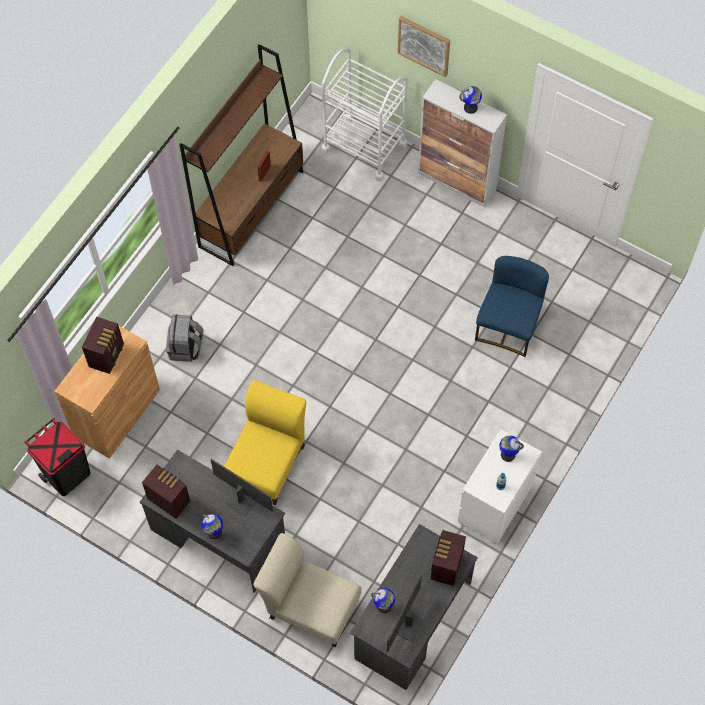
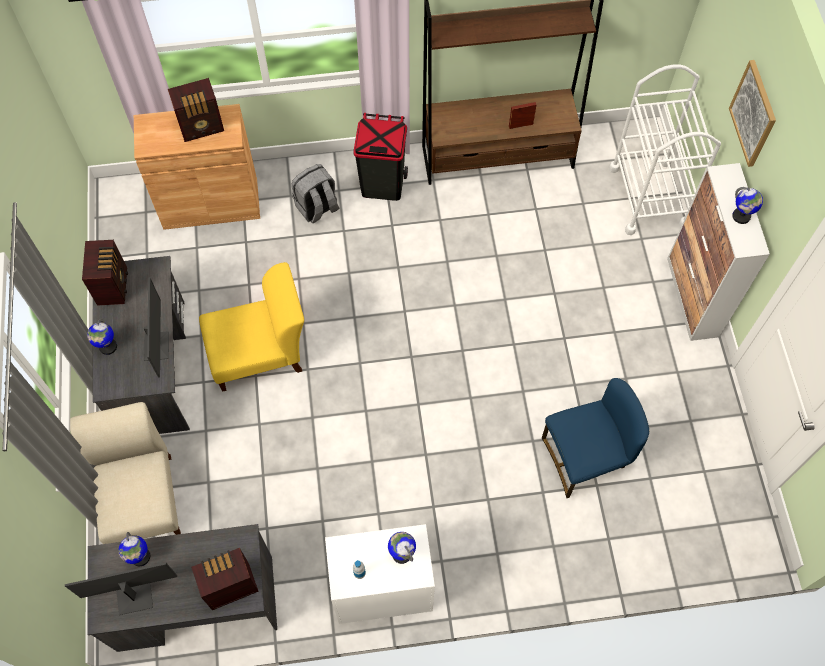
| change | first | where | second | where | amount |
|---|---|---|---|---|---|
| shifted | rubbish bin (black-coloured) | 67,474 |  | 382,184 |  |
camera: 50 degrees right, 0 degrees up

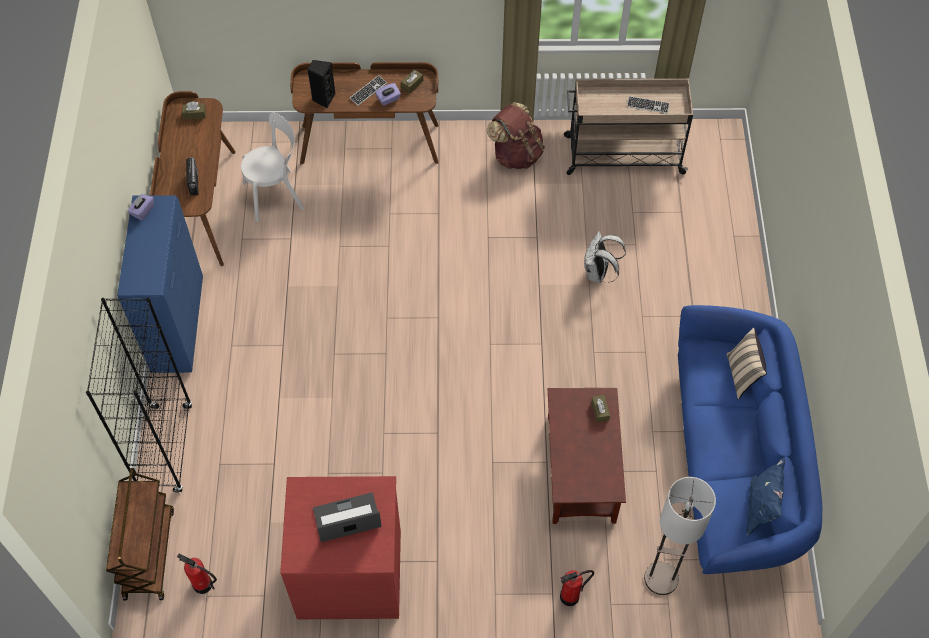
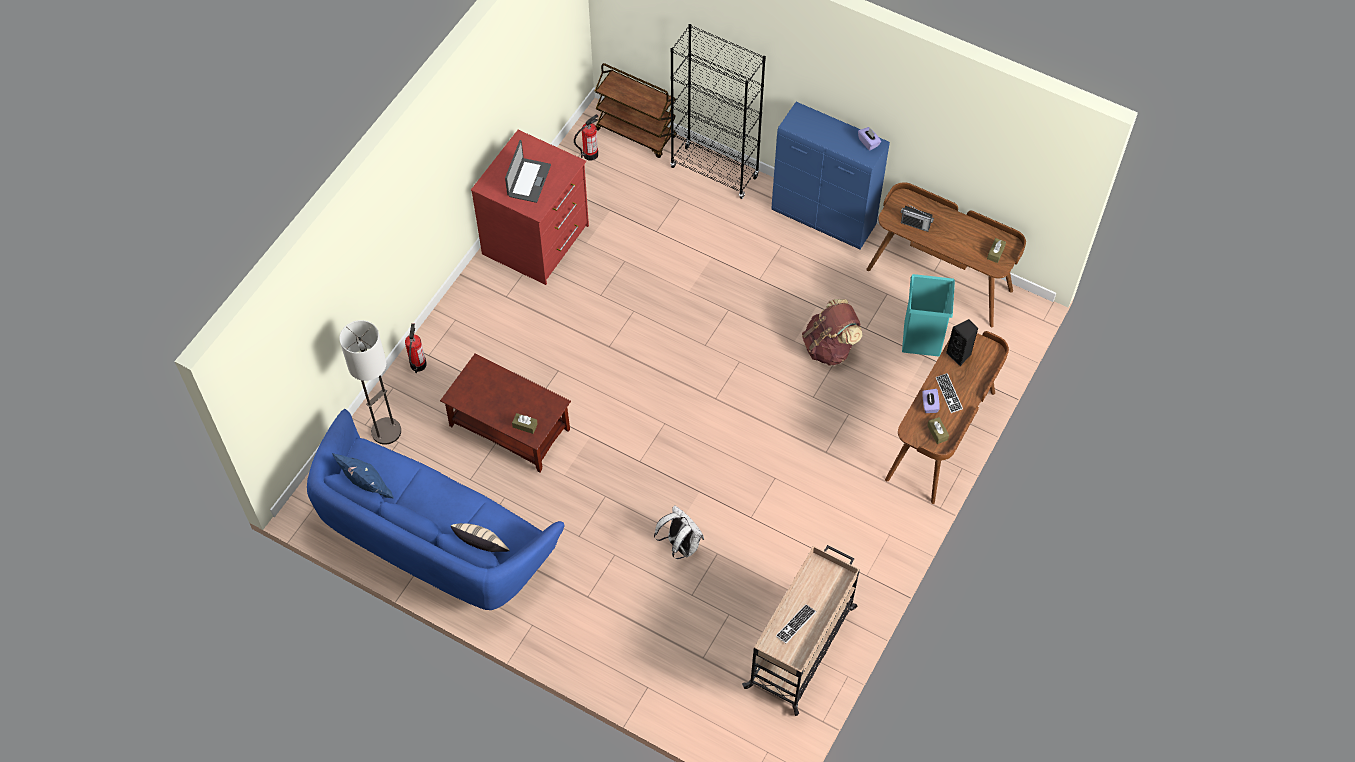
| change | first | where | second | where | amount |
|---|---|---|---|---|---|
| swapped | upright chair (white-coloured) | 276,194 | rubbish bin (turquoise-coloured) | 921,338 |  |
| shifted | backpack (brown-coloured) | 516,154 |  | 829,347 |  |
camera: 120 degrees right, 0 degrees up

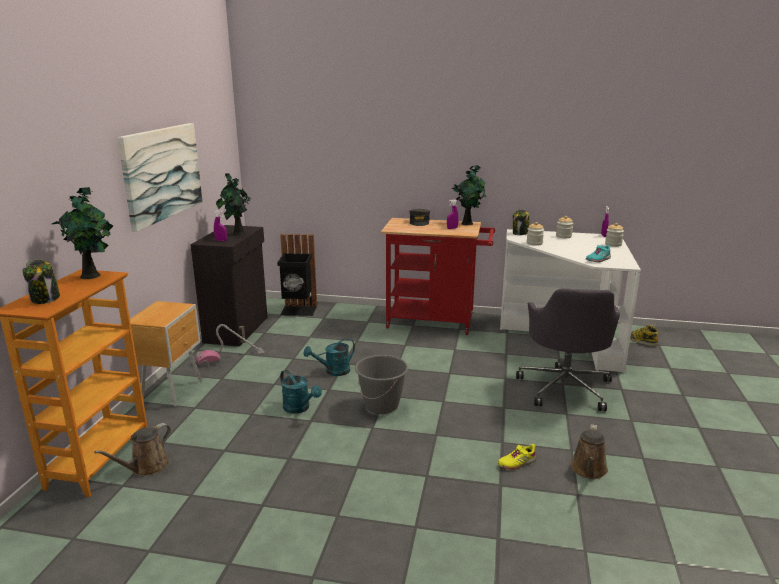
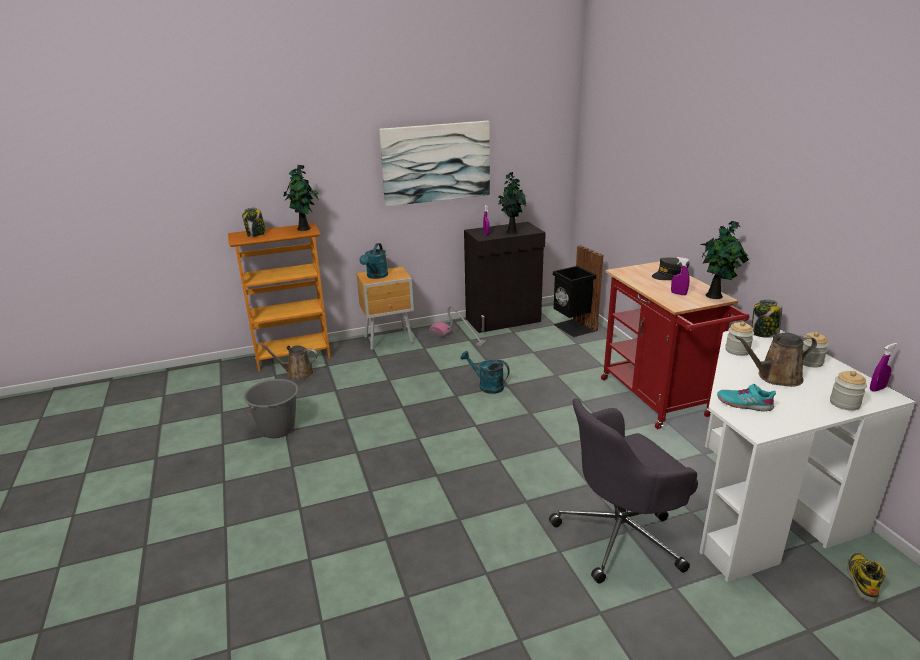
| change | first | where | second | where | amount |
|---|---|---|---|---|---|
| shifted | watering can (turquoise-coloured) | 299,408 |  | 375,276 |  |
| shifted | pail (greyish) | 382,405 |  | 277,429 |  |
| gone | shoe (yellowish) | 516,463 |  |  |  |
| shifted | watering can (brown-coloured) | 588,470 |  | 775,377 |  |
camera: 60 degrees right, 5 degrees up

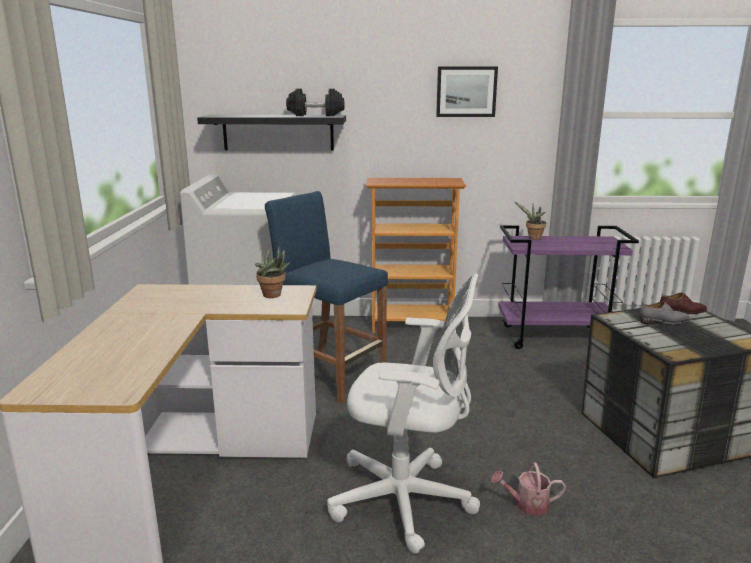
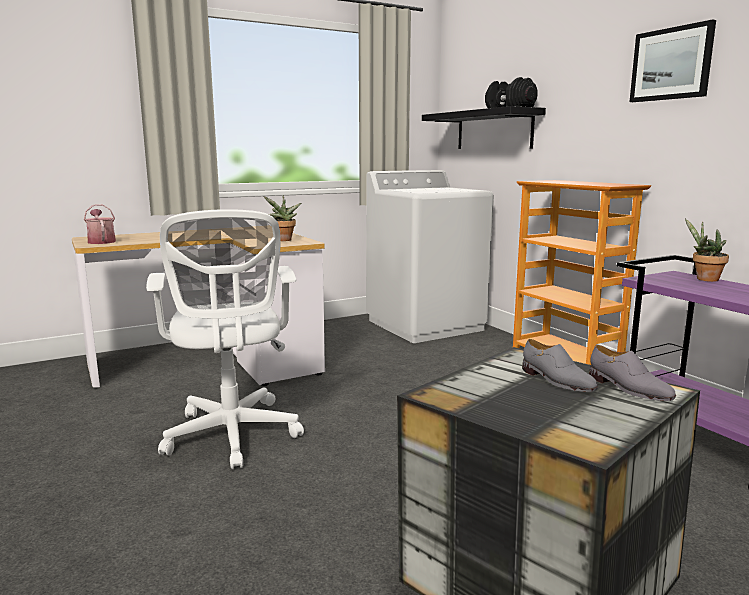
| change | first | where | second | where | amount |
|---|---|---|---|---|---|
| gone | stool seat (blue) | 331,375 |  |  |  |
| shifted | watering can | 526,505 |  | 101,241 |  |
| repainted | shoe (brown-coloured) | 682,312 | shoe (greyish) | 628,388 |  |
camera: 60 degrees right, 5 degrees down

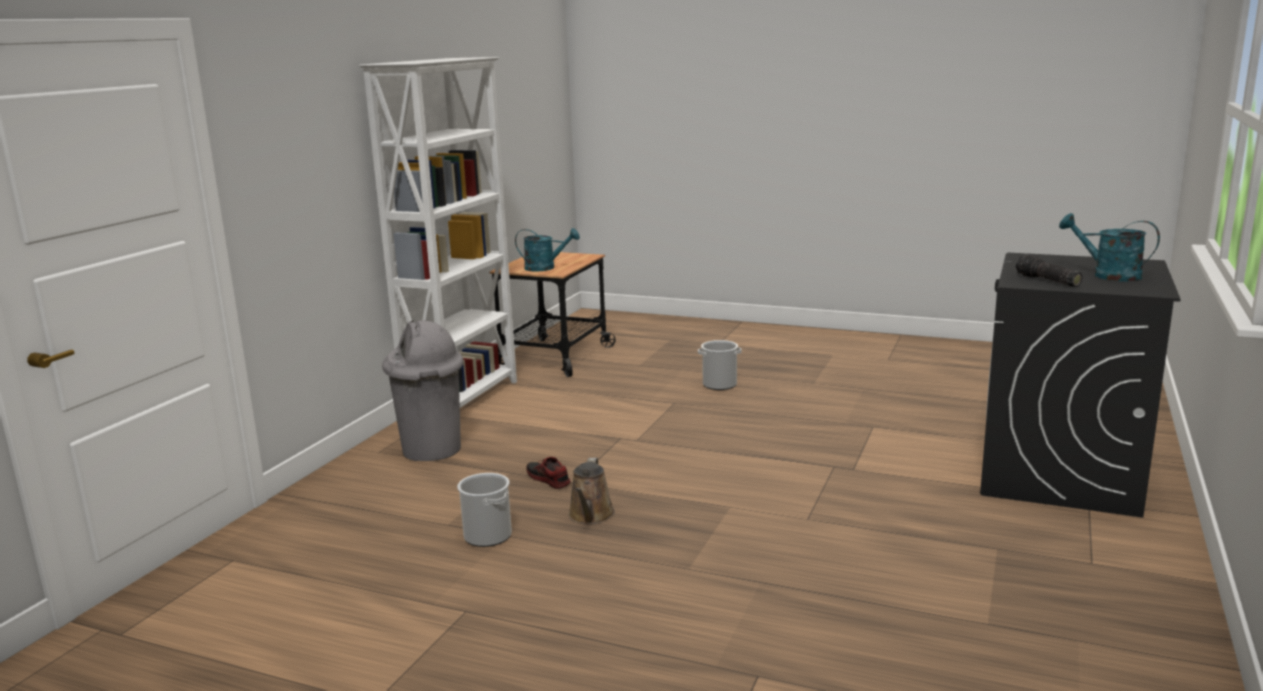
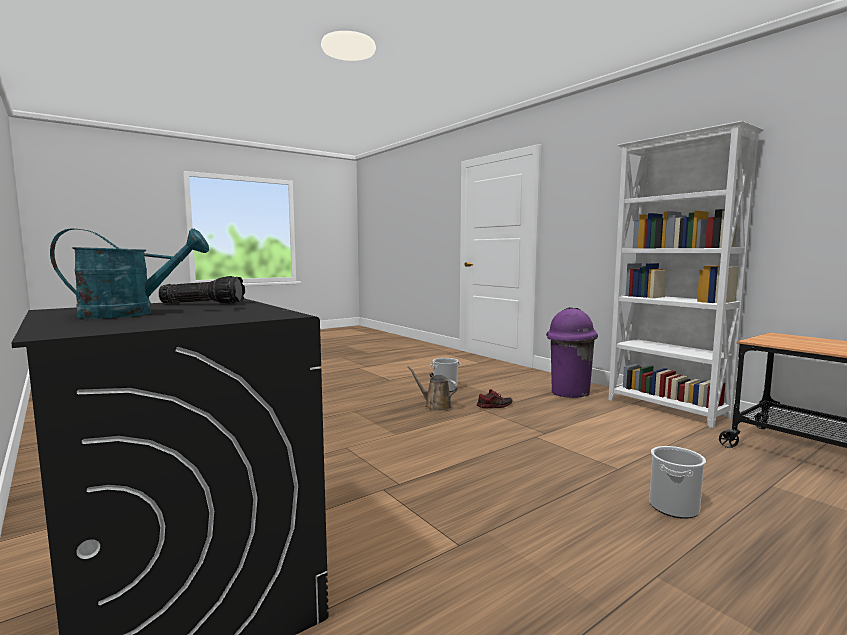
| change | first | where | second | where | amount |
|---|---|---|---|---|---|
| repainted | rubbish bin (greyish) | 432,450 | rubbish bin (purple) | 569,393 |  |
| gone | watering can (turquoise-coloured) | 545,268 |  |  |  |
camera: 120 degrees right, 10 degrees down

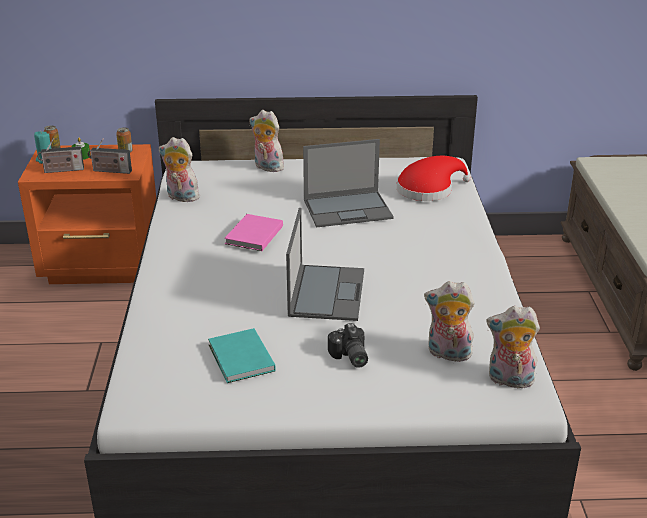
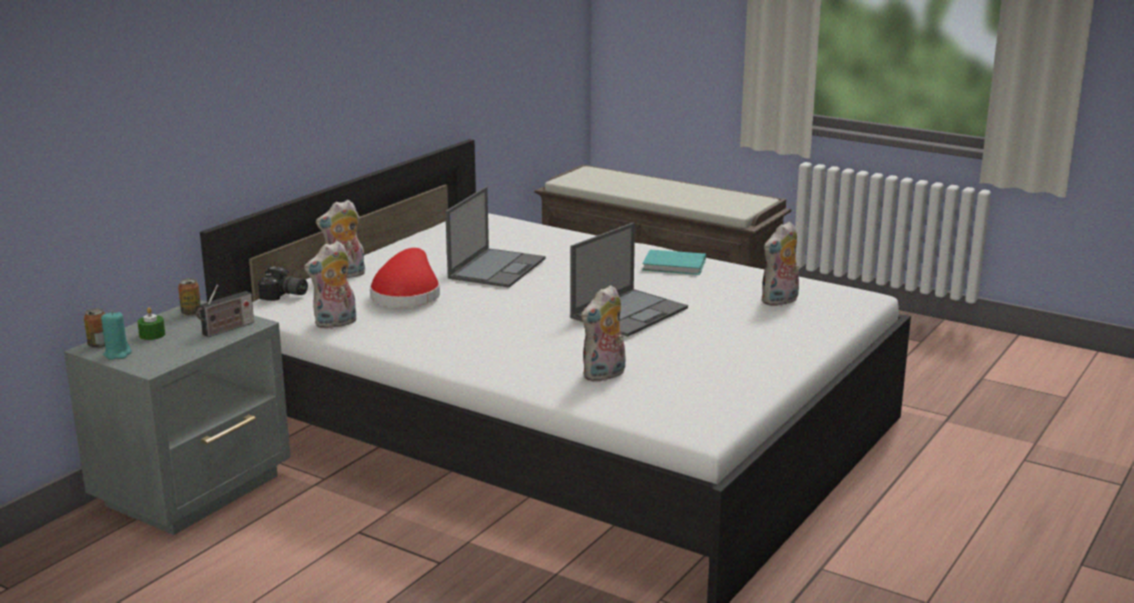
| change | first | where | second | where | amount |
|---|---|---|---|---|---|
| repainted | bedside table (orange-coloured) | 103,266 | bedside table (greyish) | 196,490 |  |
| gone | radio receiver | 62,170 |  |  |  |
| shifted | volume (turquoise-coloured) | 240,359 |  | 675,265 |  |
| gone | volume (pink-coloured) | 252,235 |  |  |  |
| rotated | laptop | 326,292 |  | 629,312 | 90 degrees clockwise |
| shifted | photo camera | 349,357 |  | 284,296 |  |
| shifted | clothing hat (reddish) | 428,189 |  | 407,295 |  |
| shifted | soft toy | 509,380 |  | 604,375 |  |
camera: 55 degrees left, 10 degrees down

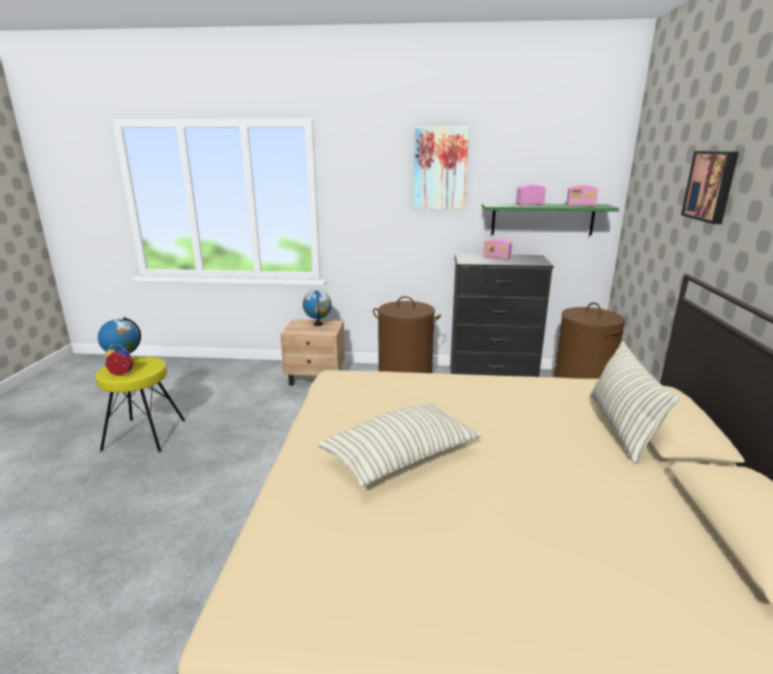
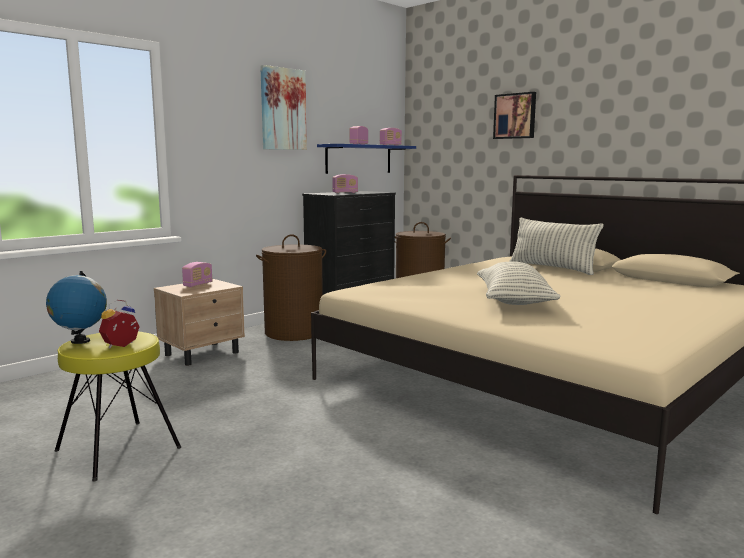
| change | first | where | second | where | amount |
|---|---|---|---|---|---|
| swapped | world globe | 318,324 | radio receiver | 198,284 |  |
| repainted | shelf (green) | 542,219 | shelf (blue) | 359,159 |  |
camera: 50 degrees left, 10 degrees down

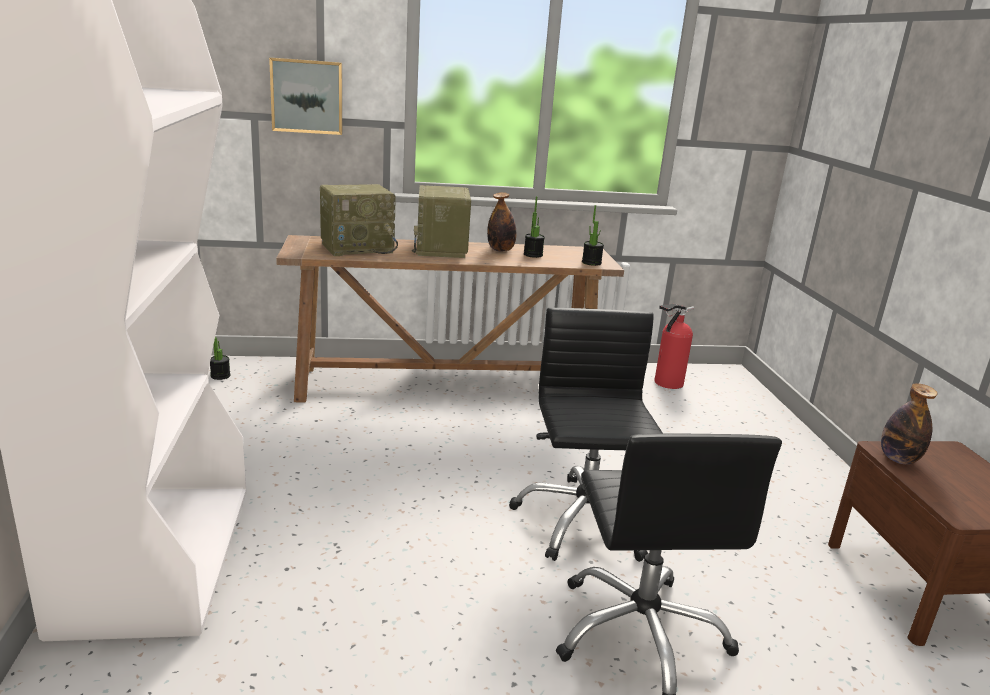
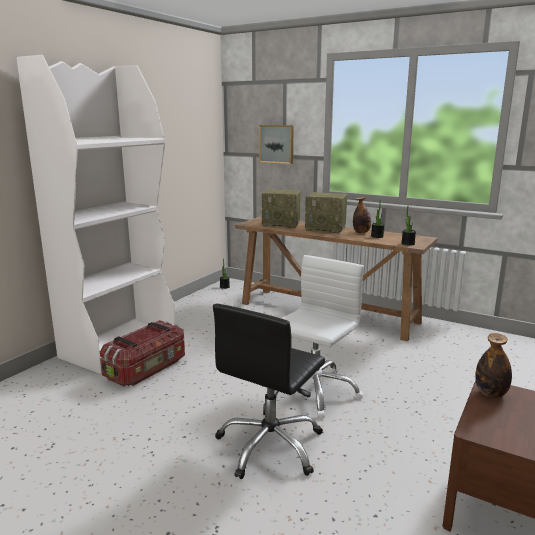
| change | first | where | second | where | amount |
|---|---|---|---|---|---|
| rotated | radio receiver | 442,249 |  | 326,229 | 105 degrees counterclockwise |
| repainted | computer chair (black-coloured) | 583,521 | computer chair (white-coloured) | 314,390 |  |
| gone | fire-fighting cylinder | 666,383 |  |  |  |
| new |  |  | storage bin | 147,369 |  |
camera: 40 degrees right, 5 degrees down

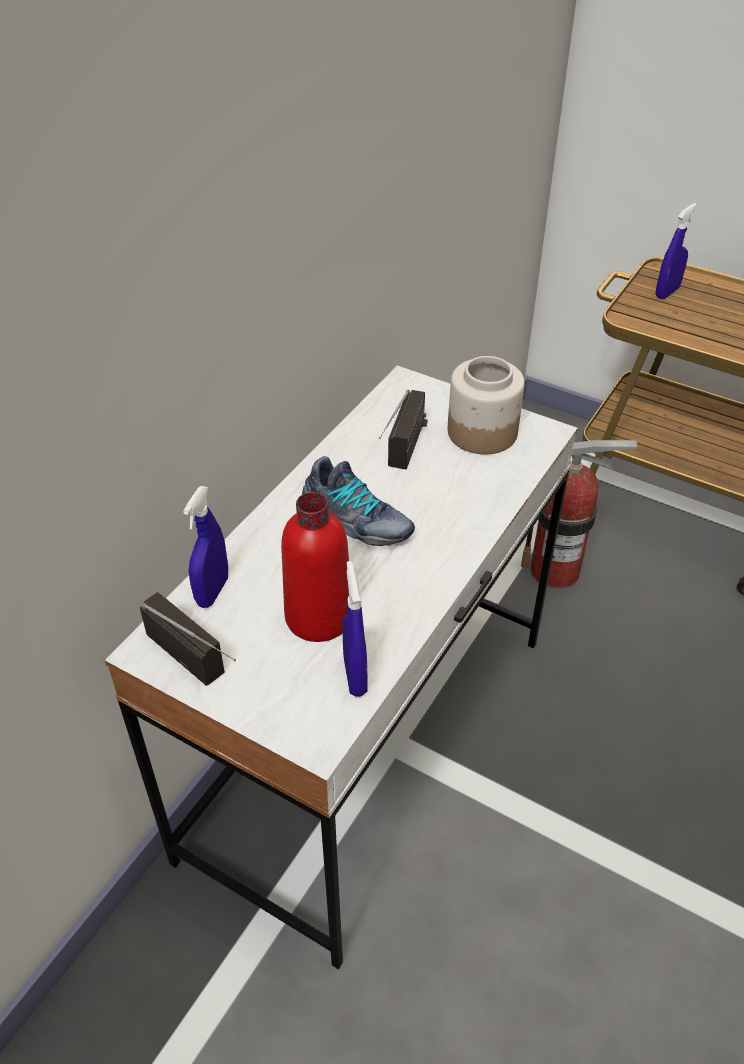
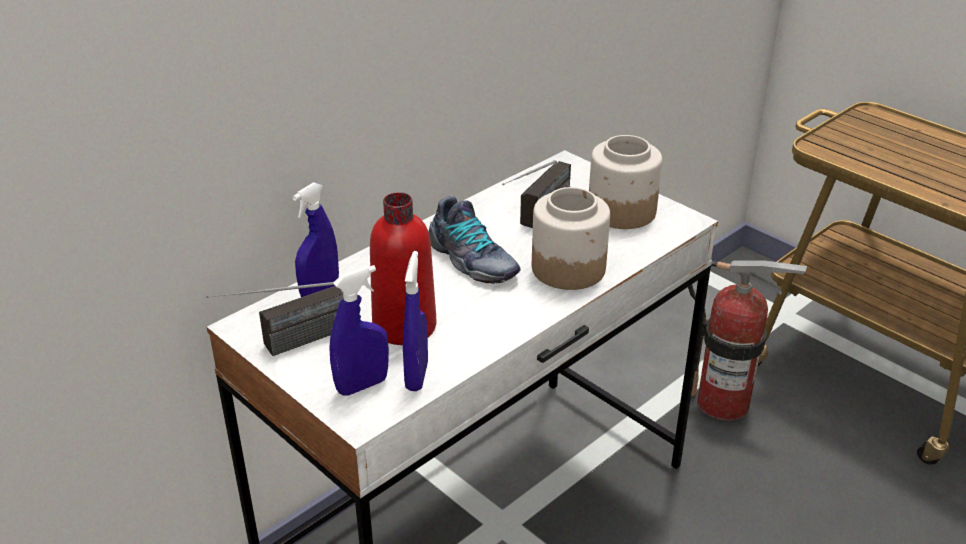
| change | first | where | second | where | amount |
|---|---|---|---|---|---|
| rotated | radio receiver | 204,666 |  | 287,345 | 90 degrees clockwise |
| shifted | hand sprayer (blue) | 667,292 |  | 362,385 |  |
| new |  |  | preserve jar | 569,268 |  |
camera: 15 degrees right, 10 degrees down

